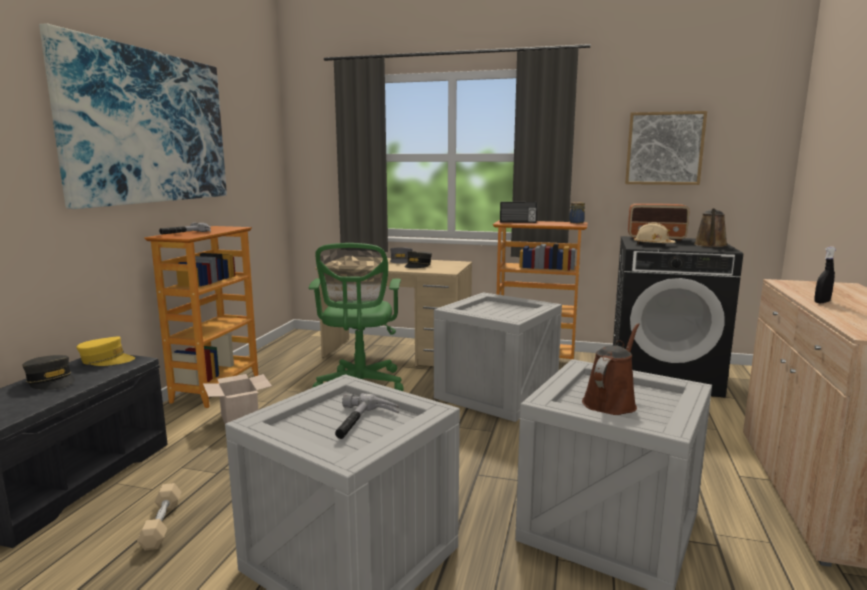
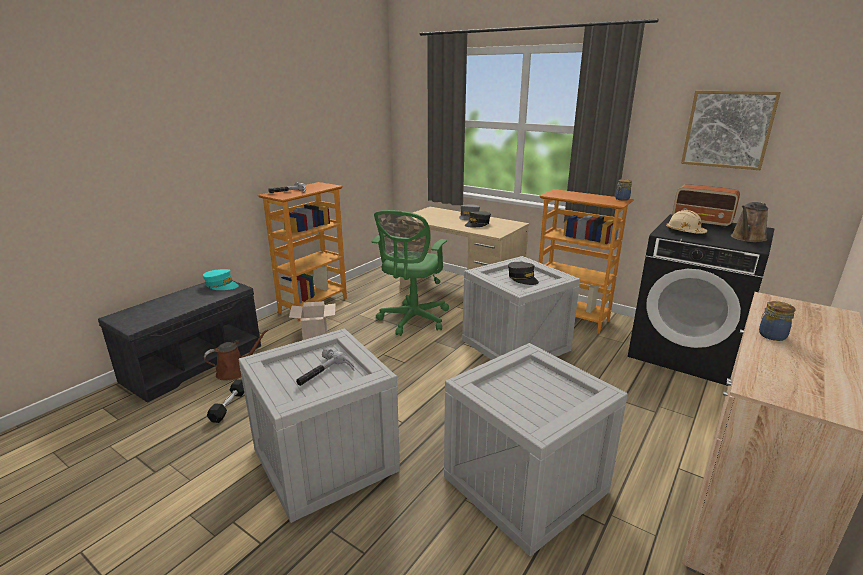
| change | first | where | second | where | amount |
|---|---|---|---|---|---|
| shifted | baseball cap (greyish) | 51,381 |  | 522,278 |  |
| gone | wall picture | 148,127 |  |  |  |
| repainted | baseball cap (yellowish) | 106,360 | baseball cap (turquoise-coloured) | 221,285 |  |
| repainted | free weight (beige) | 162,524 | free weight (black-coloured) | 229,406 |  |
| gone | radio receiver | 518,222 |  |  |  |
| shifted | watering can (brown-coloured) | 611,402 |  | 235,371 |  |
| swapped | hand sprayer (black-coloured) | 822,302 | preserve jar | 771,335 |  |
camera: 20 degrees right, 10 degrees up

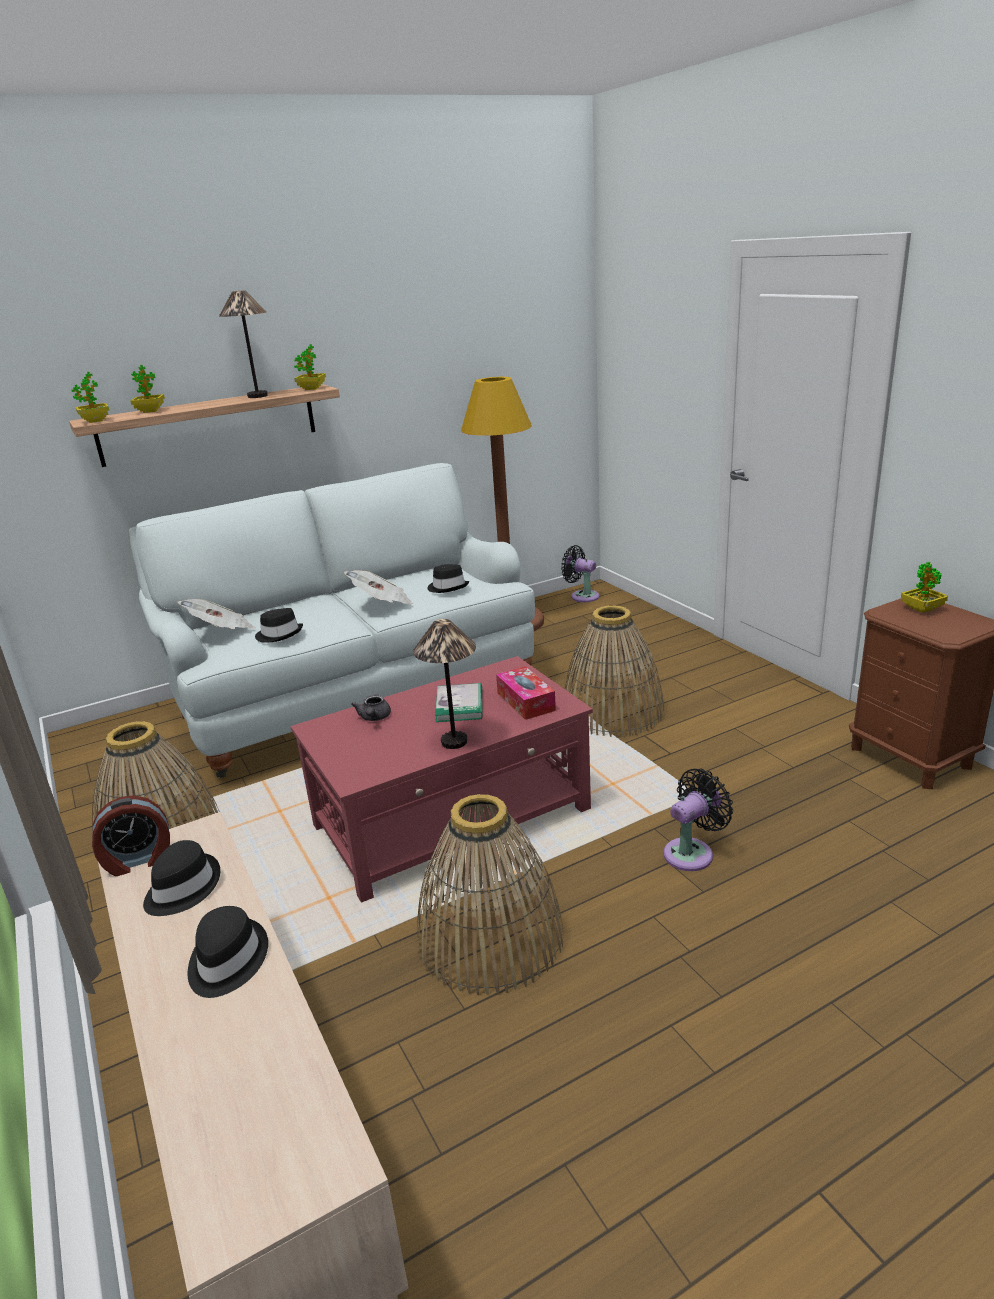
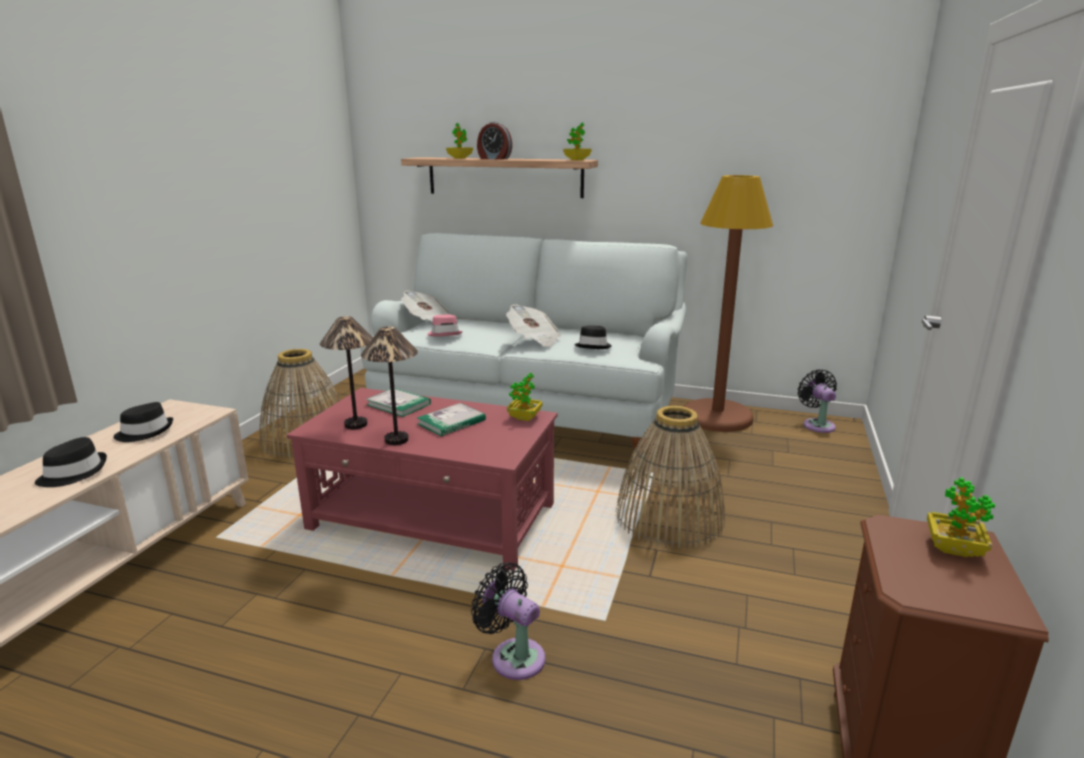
| change | first | where | second | where | amount |
|---|---|---|---|---|---|
| shifted | plant in a pot | 95,421 |  | 525,417 |  |
| shifted | alarm clock | 138,860 |  | 494,159 |  |
| shifted | table lamp | 257,396 |  | 356,424 |  |
| repainted | clothing hat (black-coloured) | 279,634 | clothing hat (pink-coloured) | 445,334 |  |
| swapped | tea pot (greyish) | 374,718 | volume | 398,404 |  |
| gone | basket | 490,937 |  |  |  |
| gone | tissue box | 525,701 |  |  |  |
| rotated | cooling fan (black-coloured) | 692,852 |  | 513,656 | 150 degrees counterclockwise |
camera: 45 degrees right, 5 degrees down

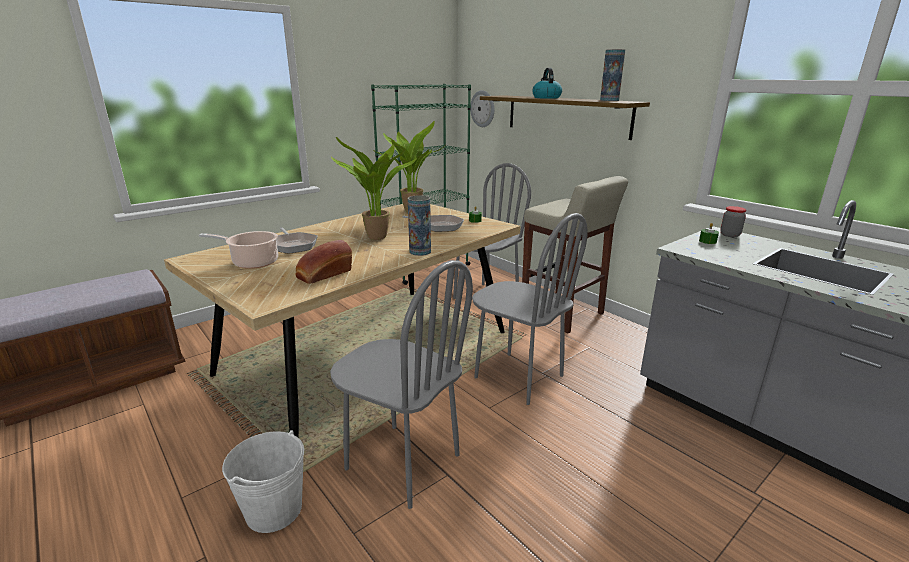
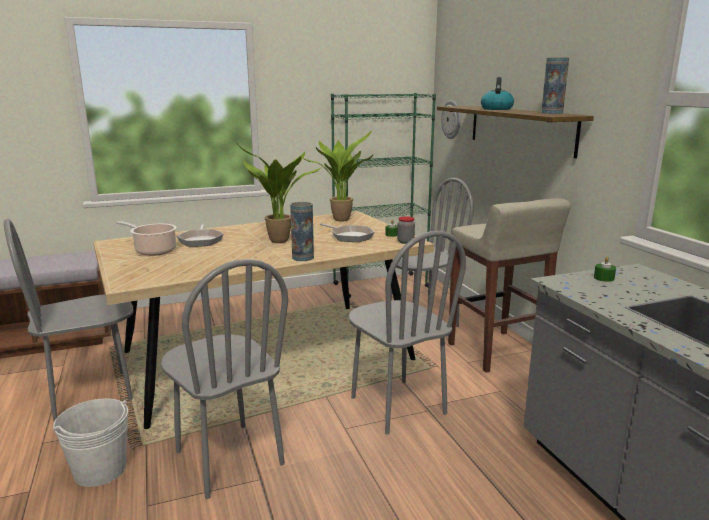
| change | first | where | second | where | amount |
|---|---|---|---|---|---|
| gone | bread | 323,274 |  |  |  |
| shifted | preserve jar | 730,235 |  | 405,242 |  |
| new |  |  | upright chair (greyish) | 91,394 |  |
camera: 20 degrees right, 5 degrees down

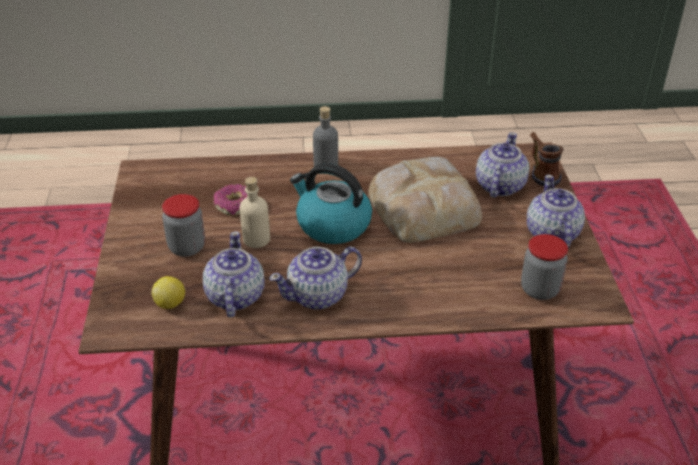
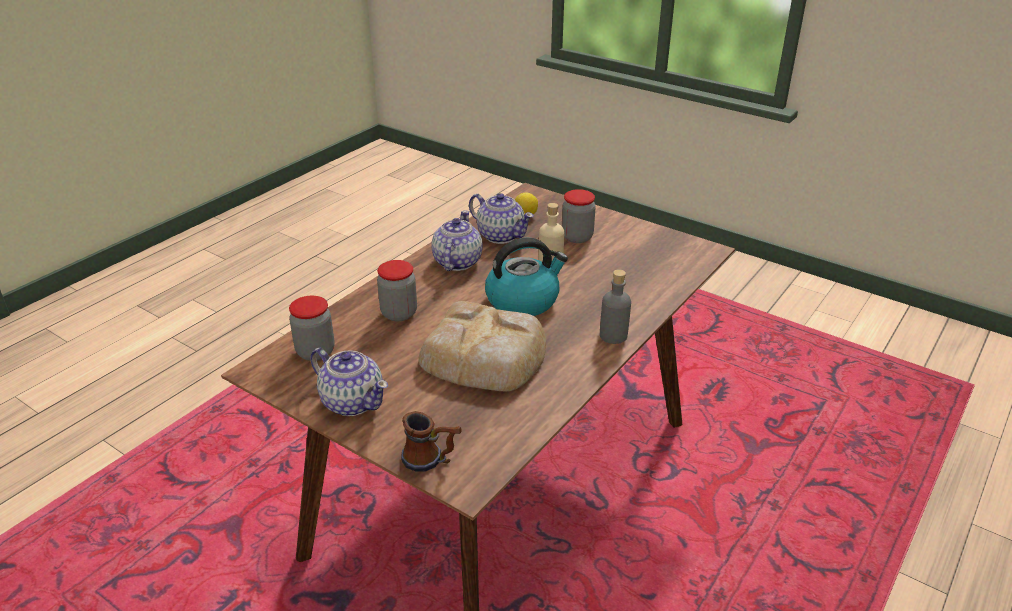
| change | first | where | second | where | amount |
|---|---|---|---|---|---|
| gone | donut | 235,205 |  |  |  |
| gone | tea pot | 499,186 |  |  |  |
| new |  |  | preserve jar | 399,313 |  |
camera: 130 degrees right, 5 degrees down

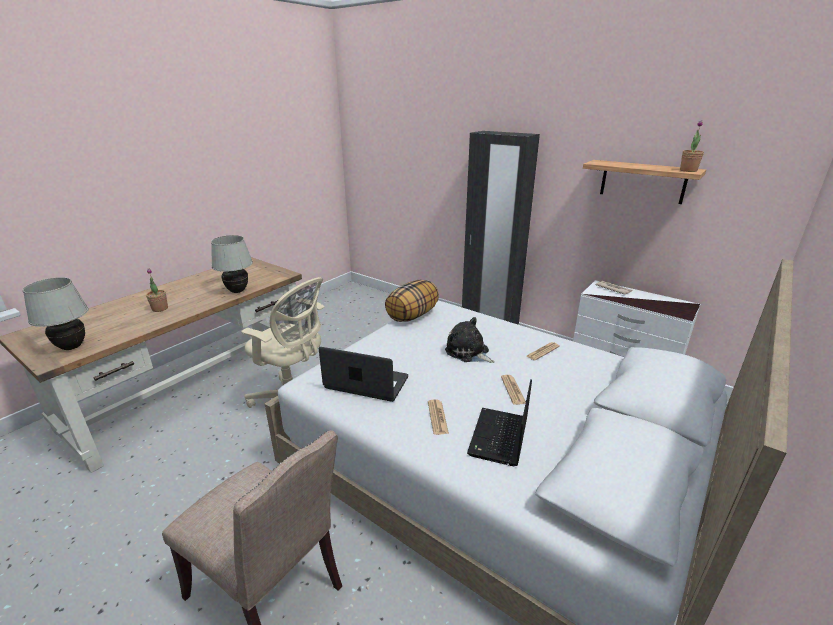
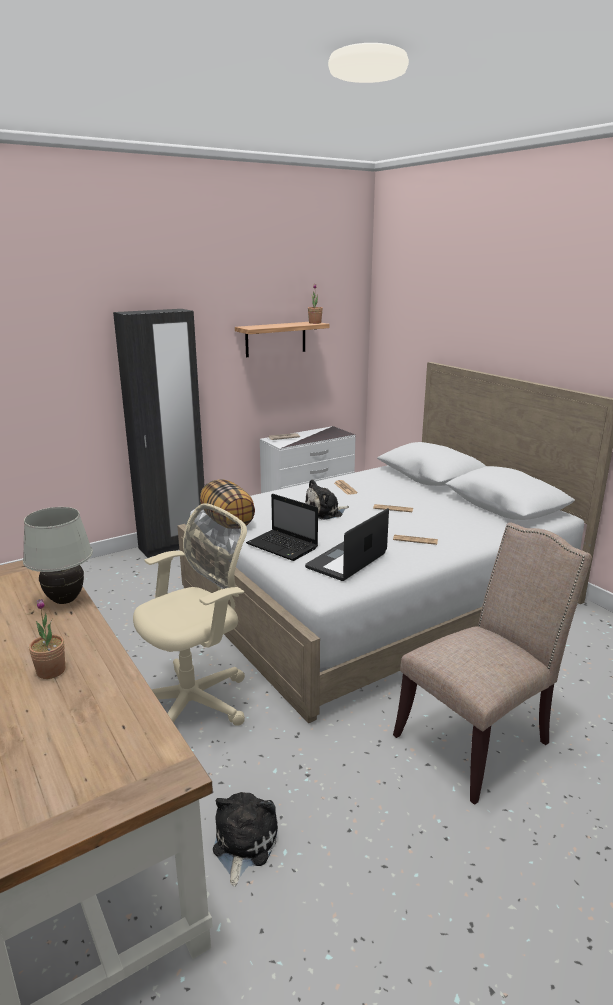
| change | first | where | second | where | amount |
|---|---|---|---|---|---|
| gone | table lamp (white-coloured) | 72,347 |  |  |  |
| shifted | laptop | 499,438 |  | 283,546 |  |
| new |  |  | soft toy | 243,844 |  |
camera: 70 degrees left, 5 degrees down

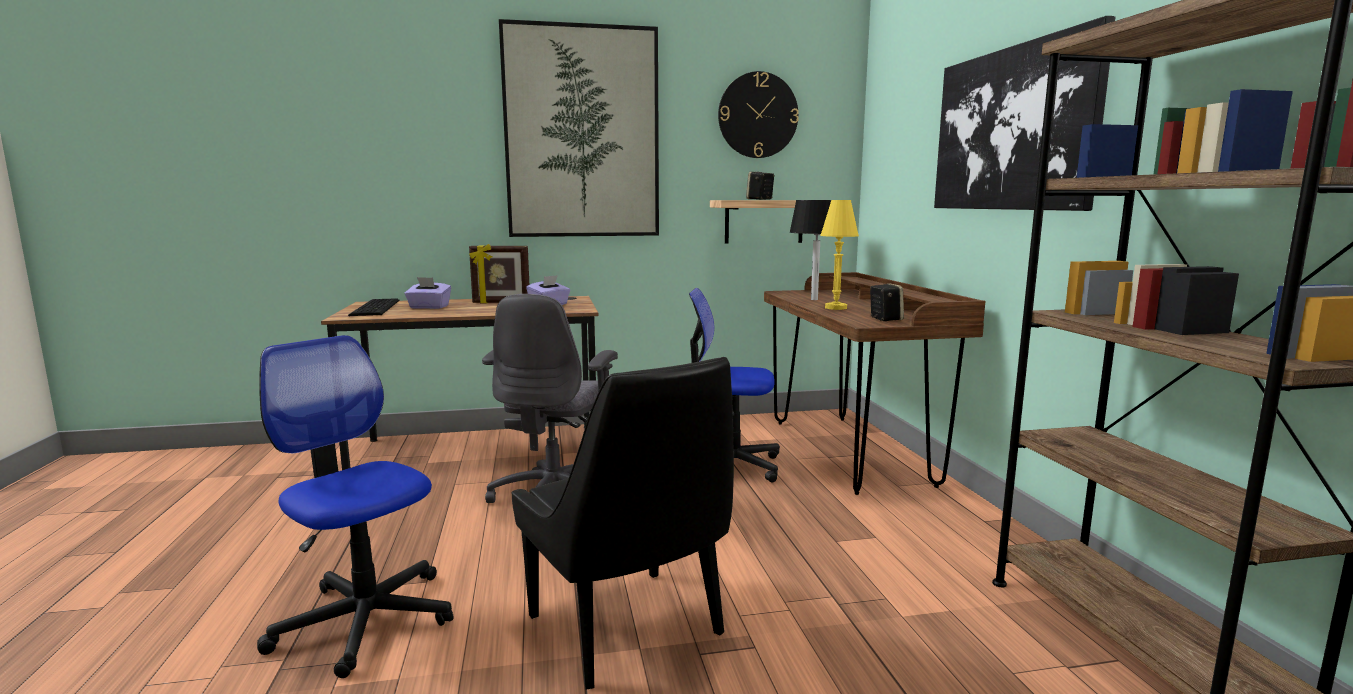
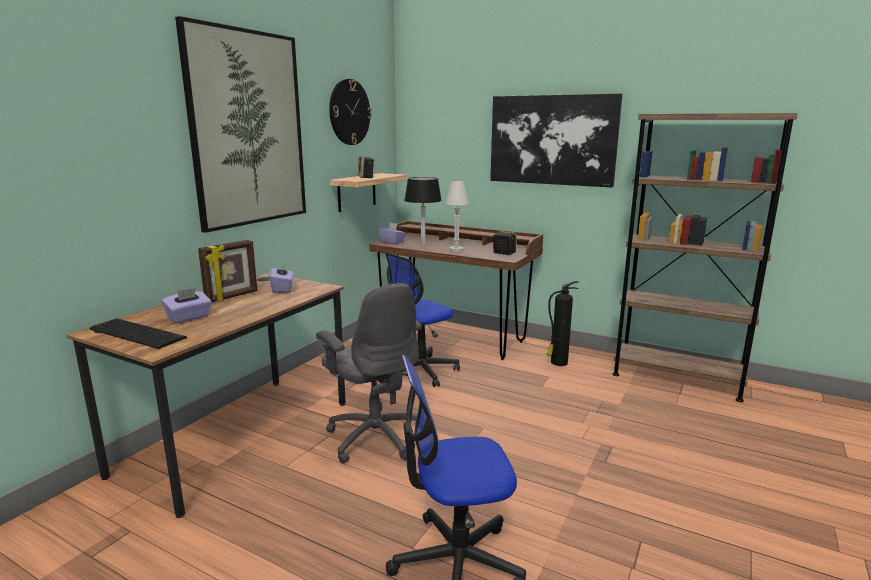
| change | first | where | second | where | amount |
|---|---|---|---|---|---|
| gone | upright chair (black-coloured) | 629,629 |  |  |  |
| repainted | table lamp (yellowish) | 836,308 | table lamp (white-coloured) | 456,250 |  |
| new |  |  | tissue box (purple) | 392,242 |  |
| new |  |  | fire-fighting cylinder | 558,363 |  |
camera: 50 degrees left, 5 degrees up

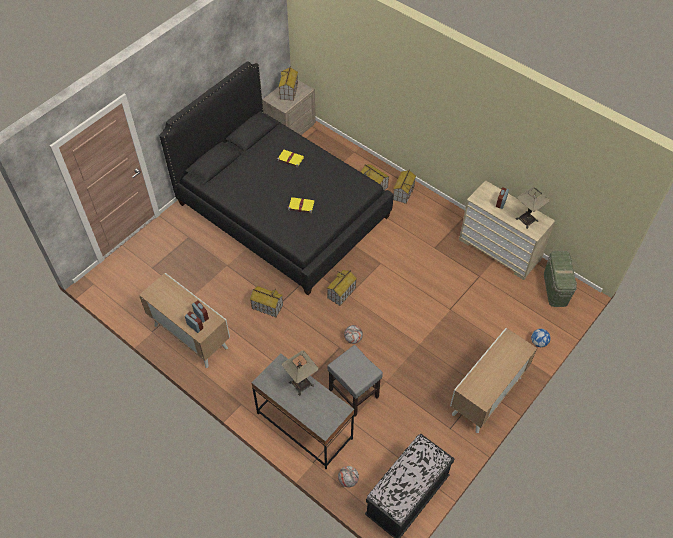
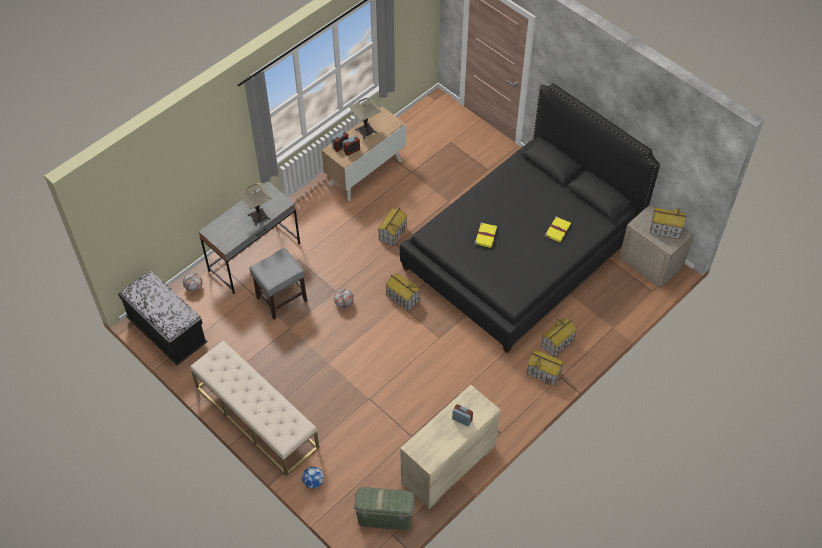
| change | first | where | second | where | amount |
|---|---|---|---|---|---|
| swapped | cabinet | 487,396 | bench (beige) | 256,417 |  |
| shifted | table lamp | 526,220 |  | 366,131 |  |
camera: 95 degrees right, 0 degrees up

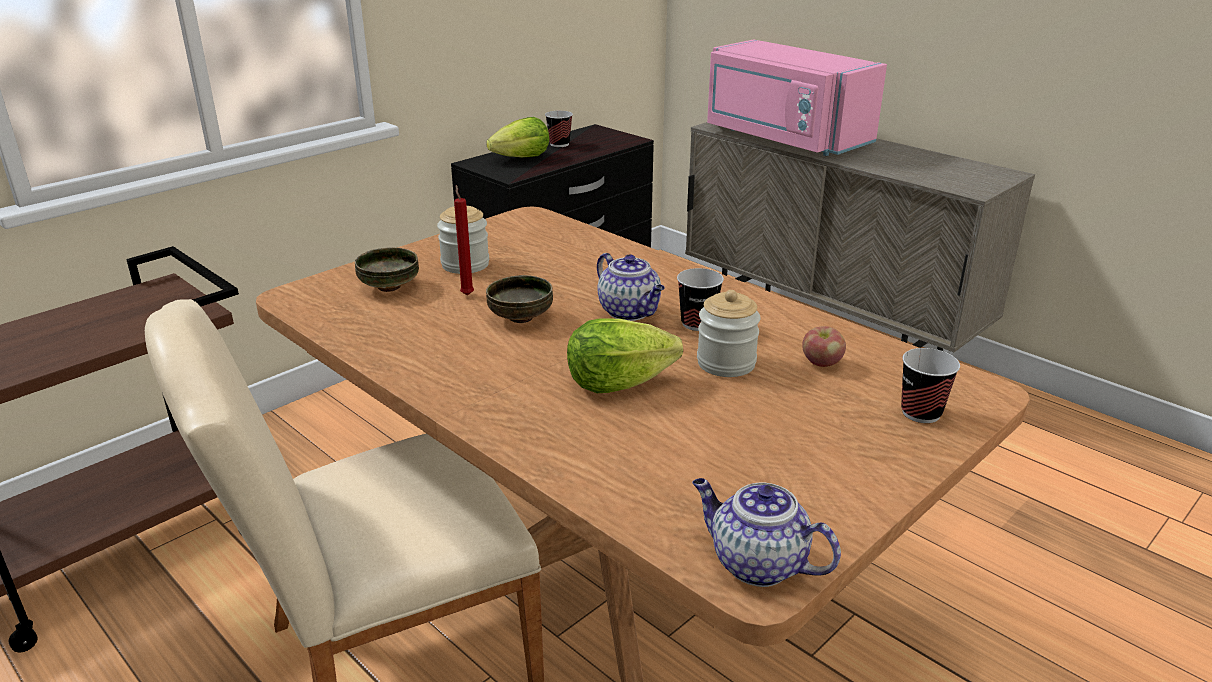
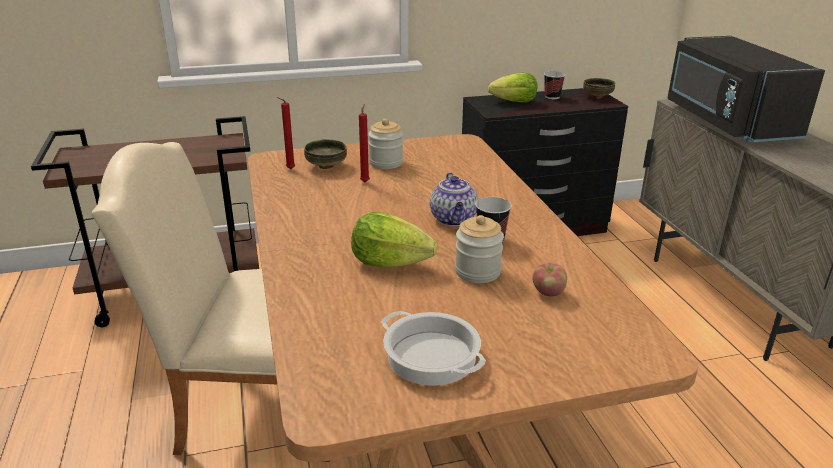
| change | first | where | second | where | amount |
|---|---|---|---|---|---|
| shifted | serving bowl | 521,318 |  | 597,97 |  |
| gone | tea pot | 756,563 |  |  |  |
| repainted | microwave oven (pink-coloured) | 783,138 | microwave oven (black-coloured) | 726,121 |  |
| gone | small cup | 921,413 |  |  |  |
| new |  |  | candle (reddish) | 289,169 |  |
| new |  |  | stockpot | 432,356 |  |
camera: 30 degrees right, 0 degrees up

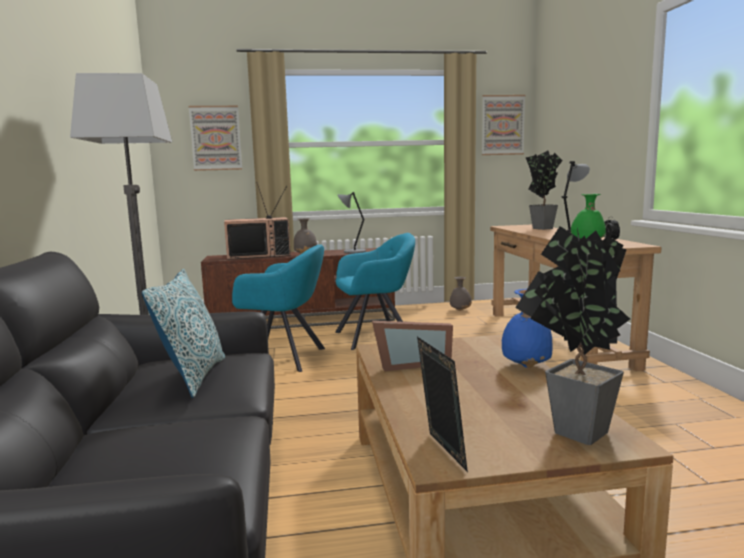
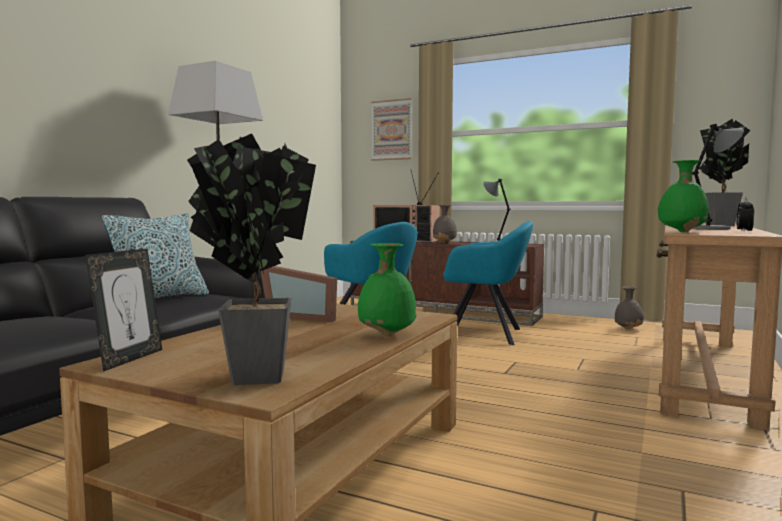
| change | first | where | second | where | amount |
|---|---|---|---|---|---|
| gone | wall picture | 502,125 |  |  |  |
| repainted | decorative vase (blue) | 525,366 | decorative vase (green) | 386,334 |  |
camera: 35 degrees right, 5 degrees down

